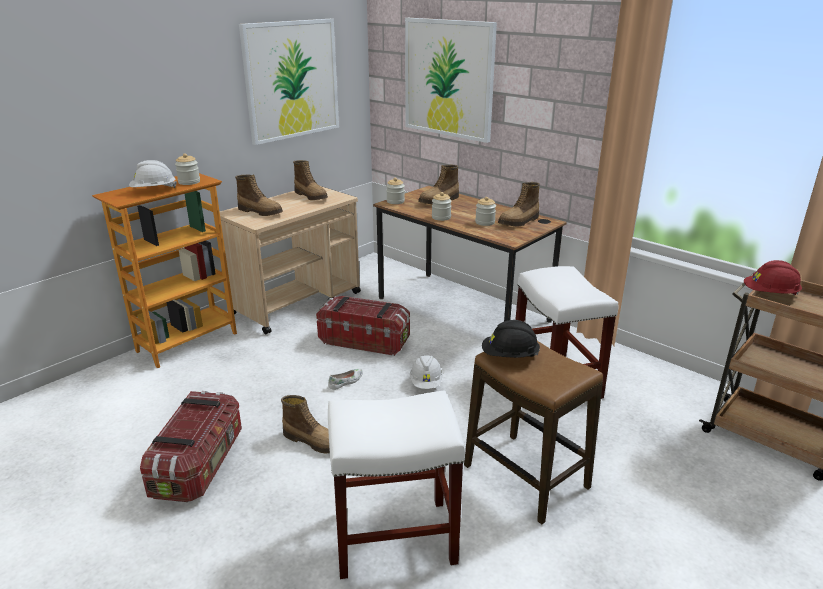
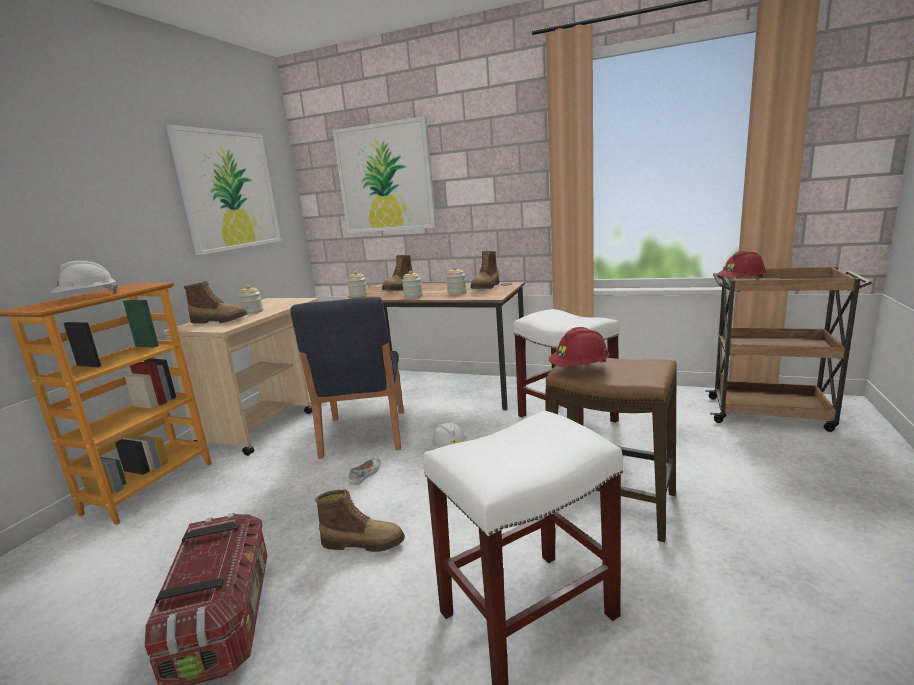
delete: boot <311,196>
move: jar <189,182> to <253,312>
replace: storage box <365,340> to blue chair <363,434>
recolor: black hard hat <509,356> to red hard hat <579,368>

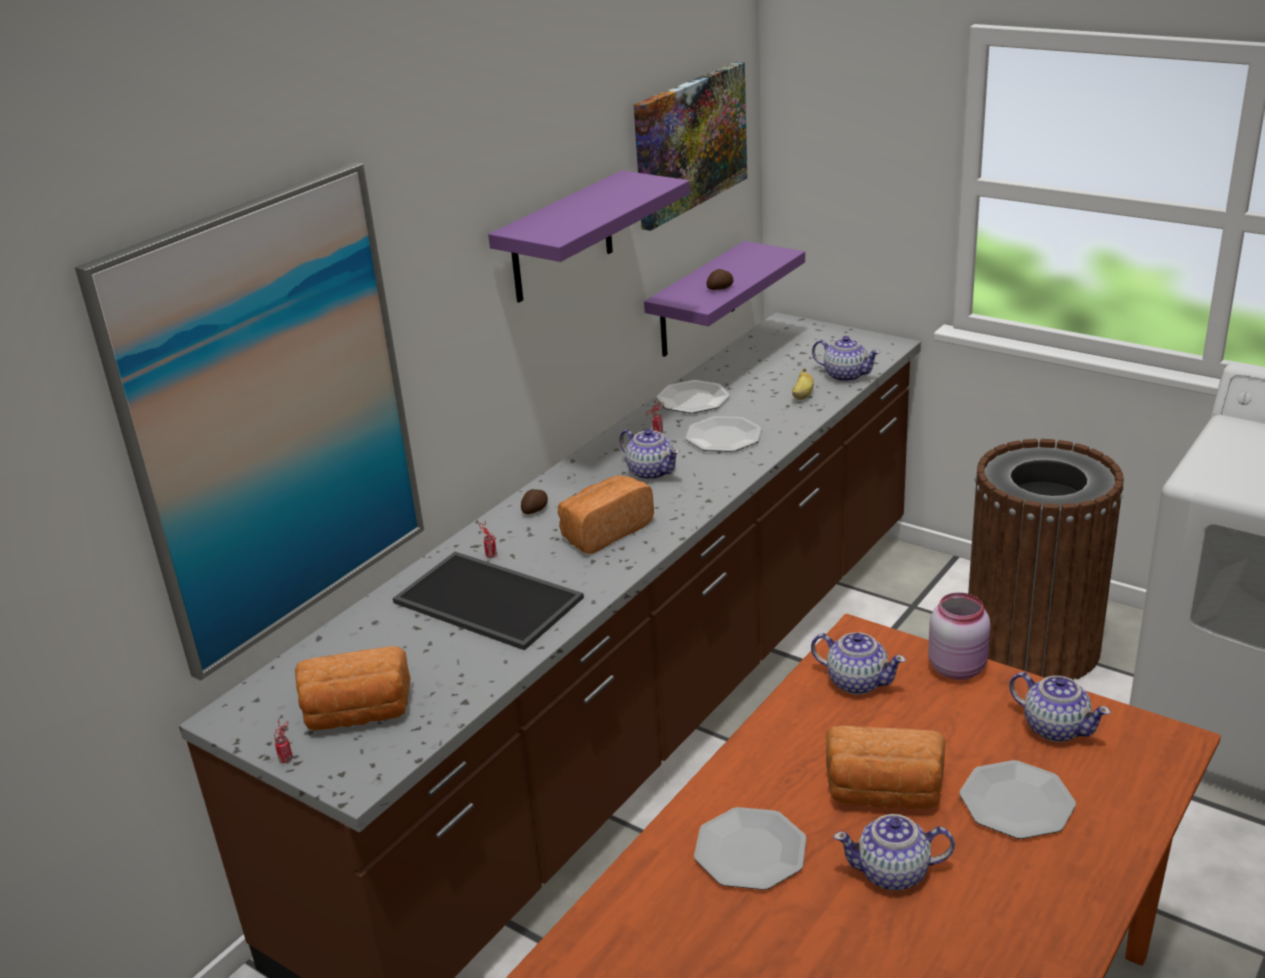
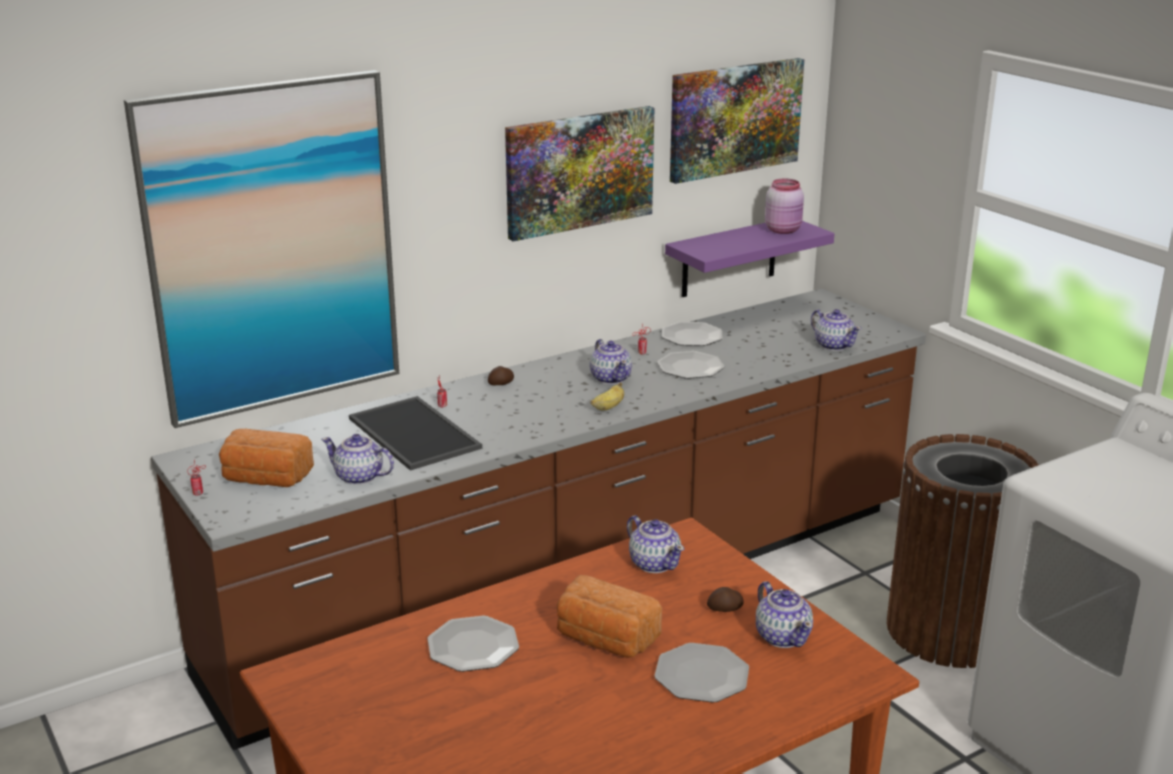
delete: bread <604,531>
move: potato <720,288> to <725,609>; banana <802,396> to <608,407>; teapot <893,873> to <359,477>; pink jar <958,667> to <784,230>
replace: purple shelf <562,238> to picture <579,171>

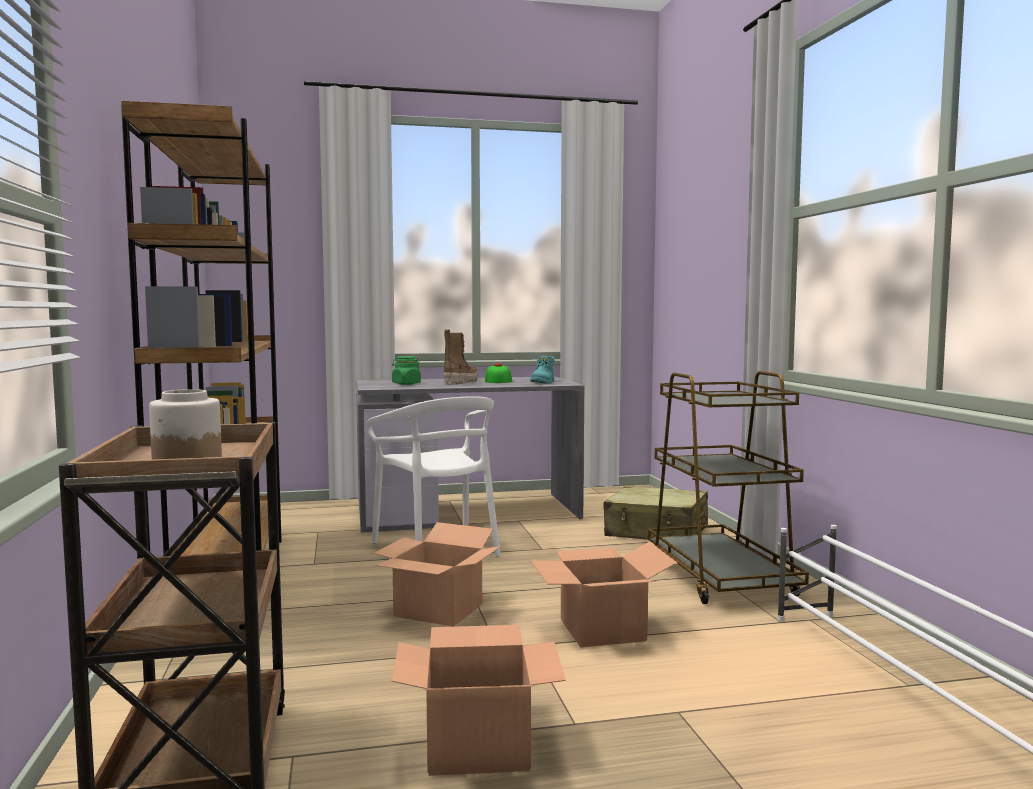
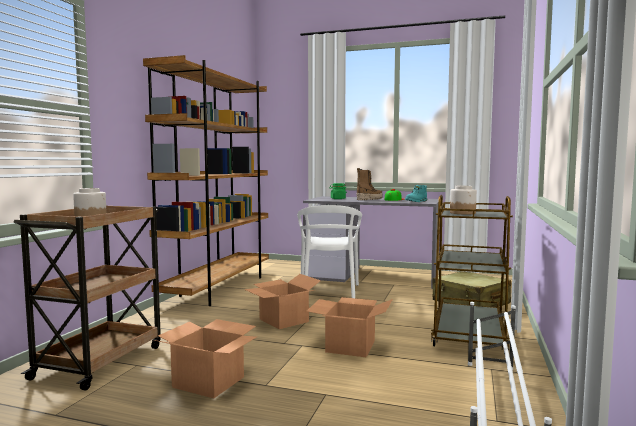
insert: jar <462,213>

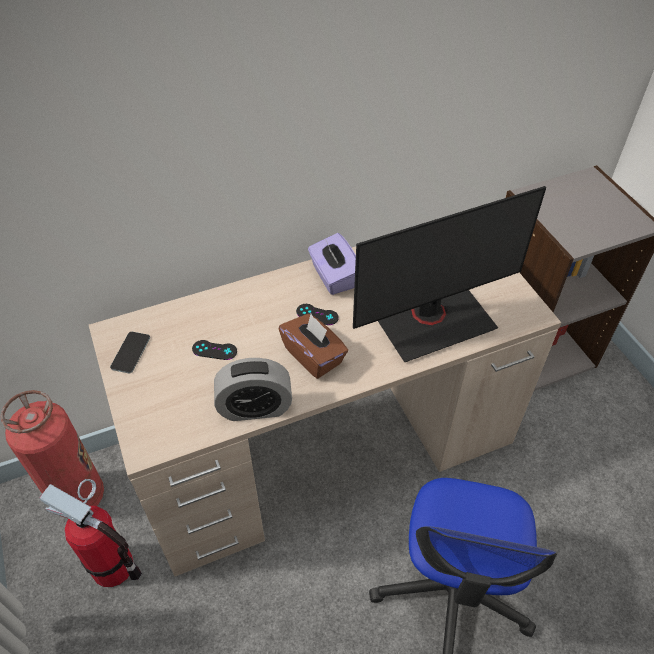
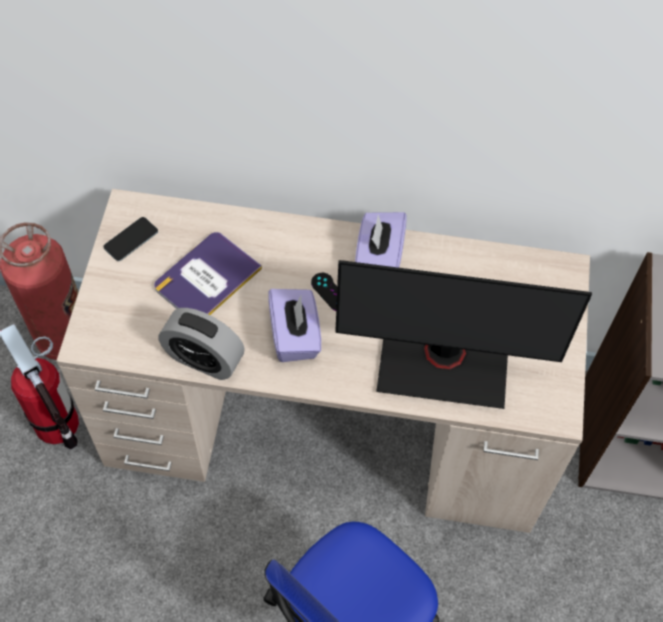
replace: black game controller <214,350> to book <207,278>
recolor: brown tissue box <314,356> to purple tissue box <295,336>

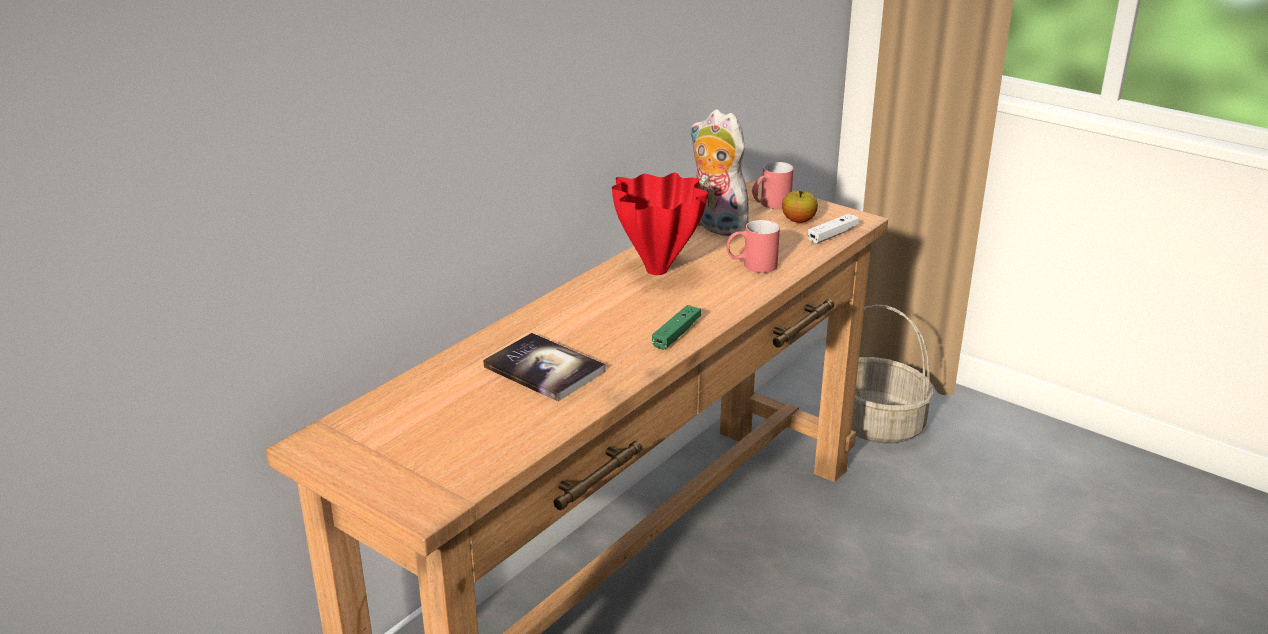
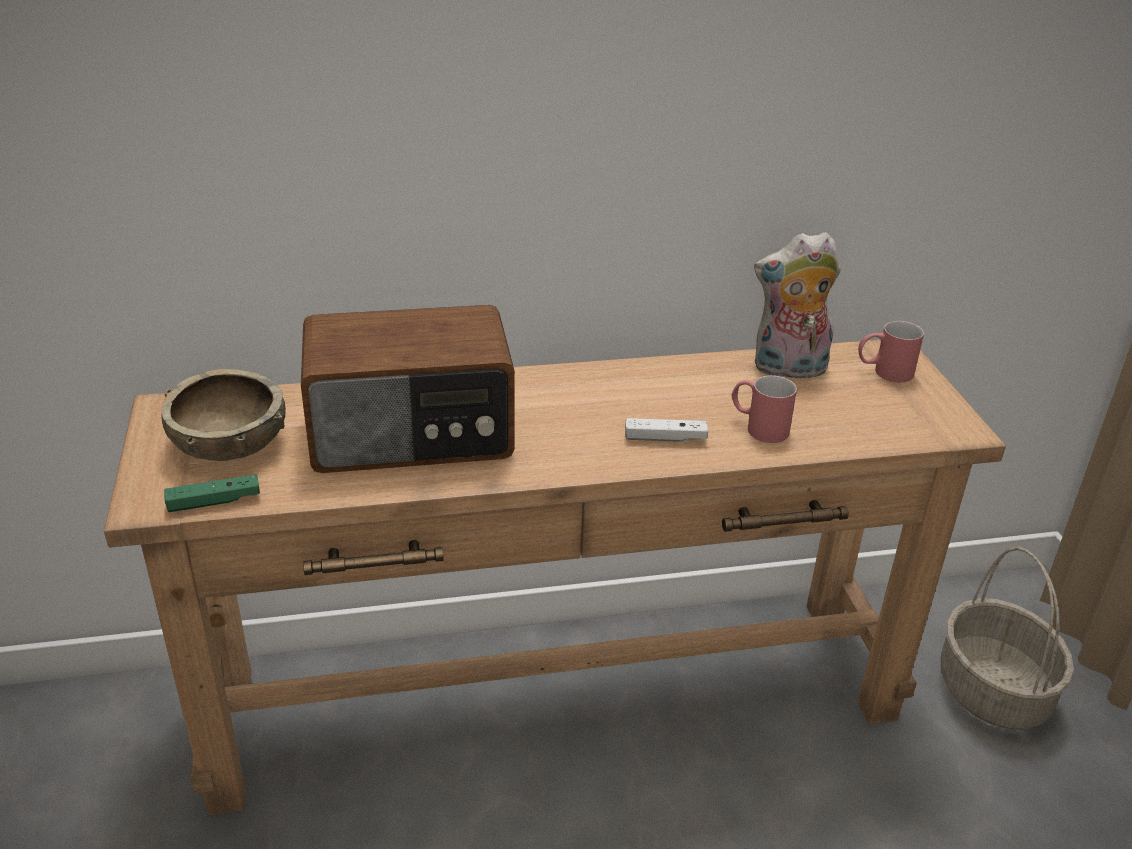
delete: red vase <658,271>; apple <798,220>
insert: brown bowl <229,444>
move: green game controller <676,334> to <214,502>; white game controller <832,235> to <665,438>
replace: book <544,369> to radio <412,434>
rotate: plush toy <715,226> = <788,369> 90 degrees counterclockwise

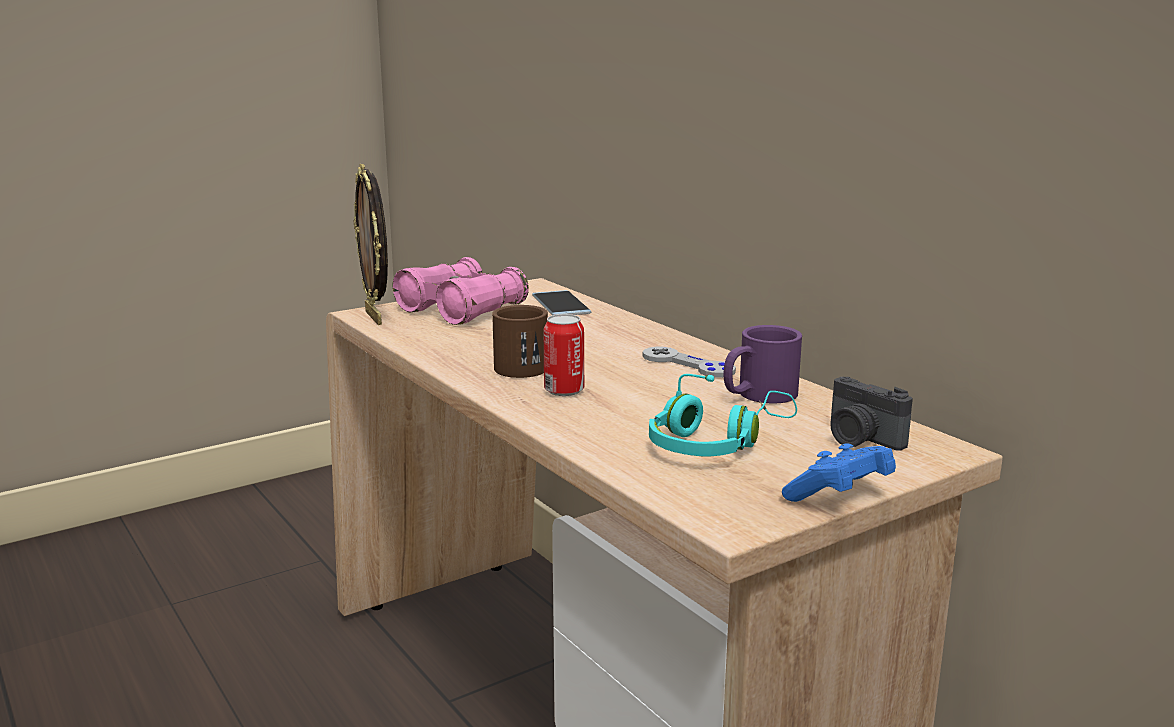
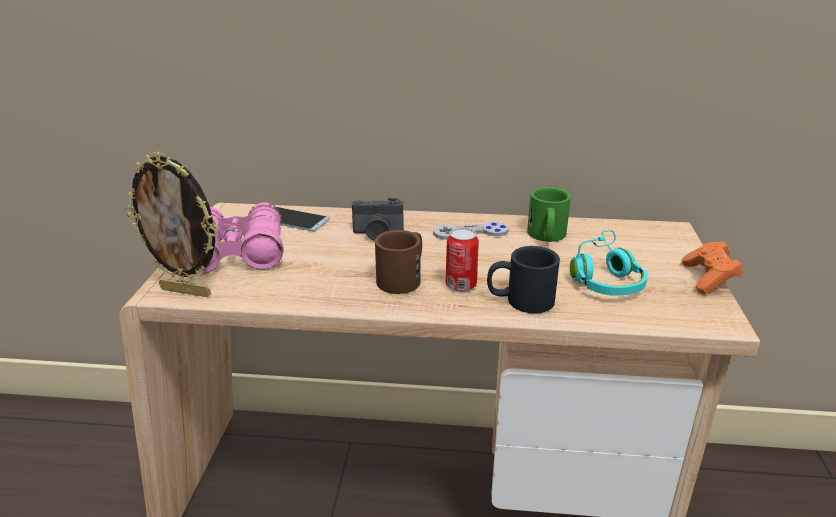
insert: black mug <520,300>
move: photo camera <860,440> to <378,234>
recolor: purple mug <758,396> to green mug <546,237>; blue game controller <839,496> to orange game controller <708,279>

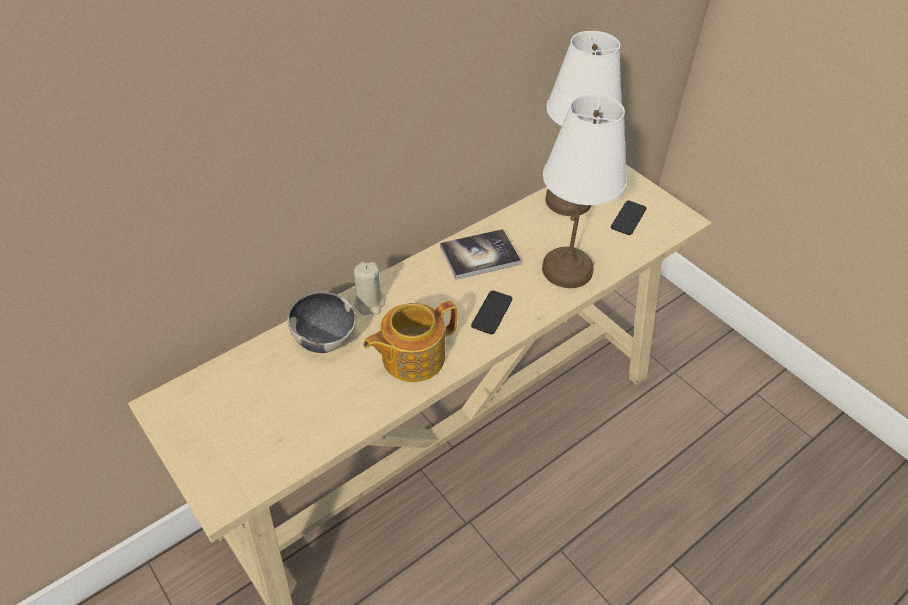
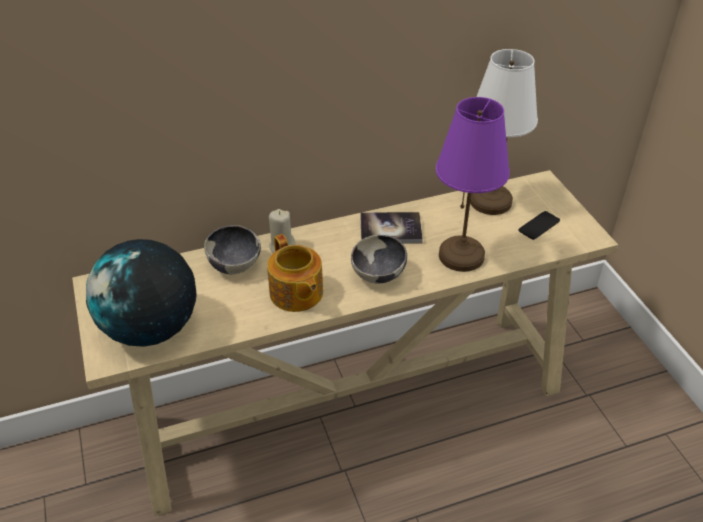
insert: globe <151,329>
replace: phone <492,312> to bowl <379,275>
recolor: white table lamp <567,269> to purple table lamp <461,255>
rotate: teapot <411,357> = <296,294> 105 degrees counterclockwise

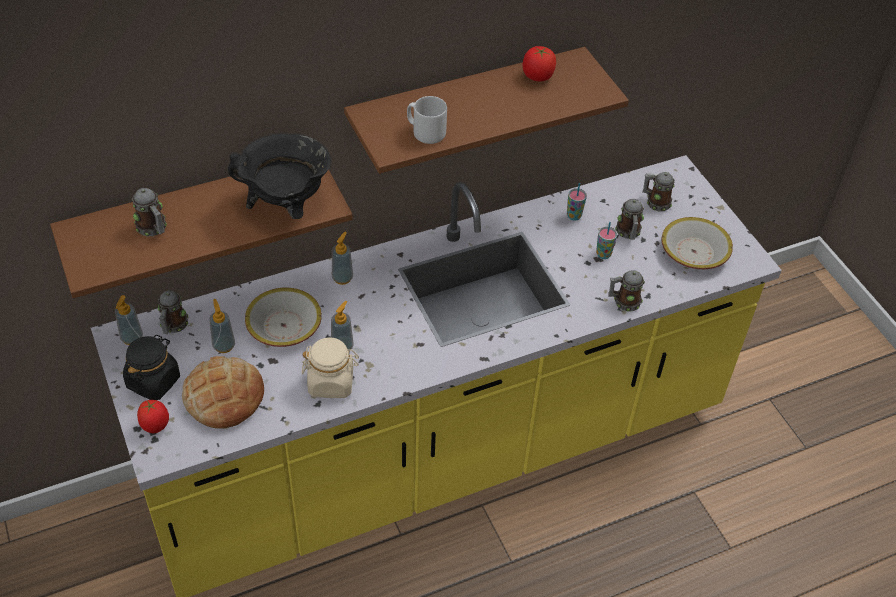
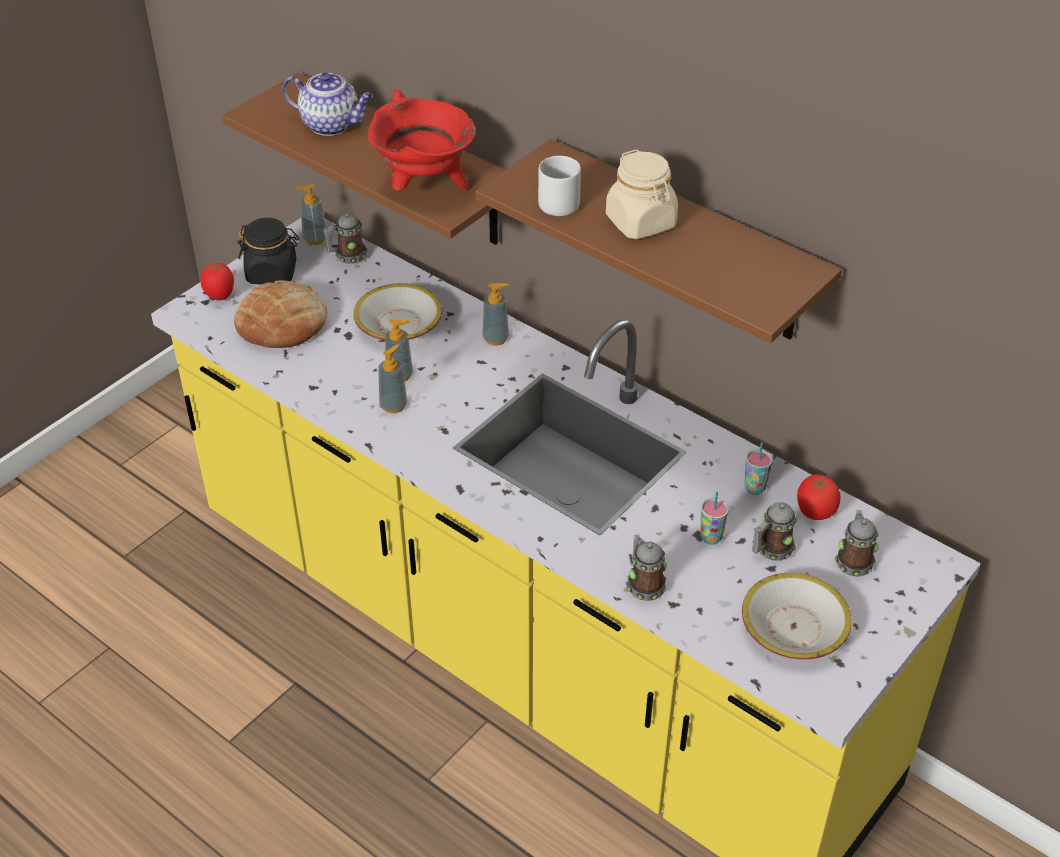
move: soap dispenser <224,345> to <393,405>; beige jar <331,382> to <641,222>; tomato <537,77> to <815,511>
replace: mug <153,229> to teapot <332,125>
recolor: black cooking pot <286,206> to red cooking pot <424,186>

